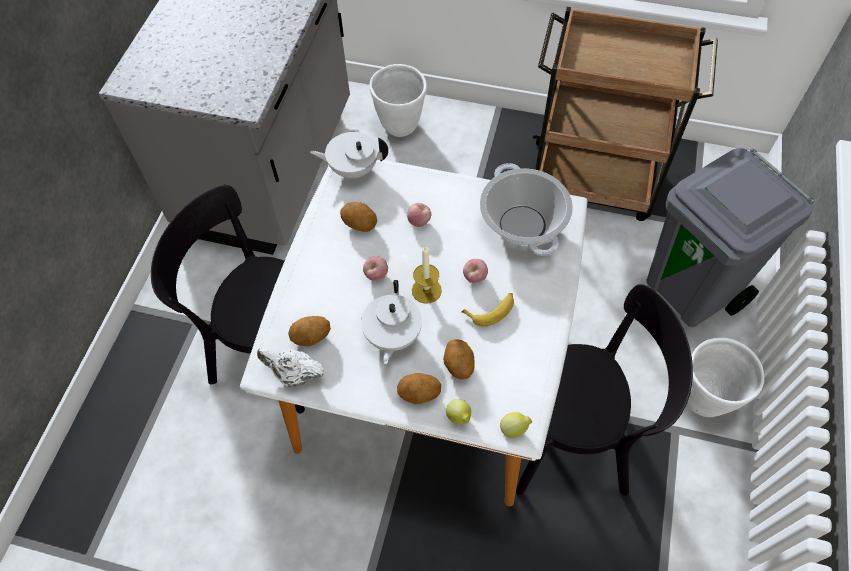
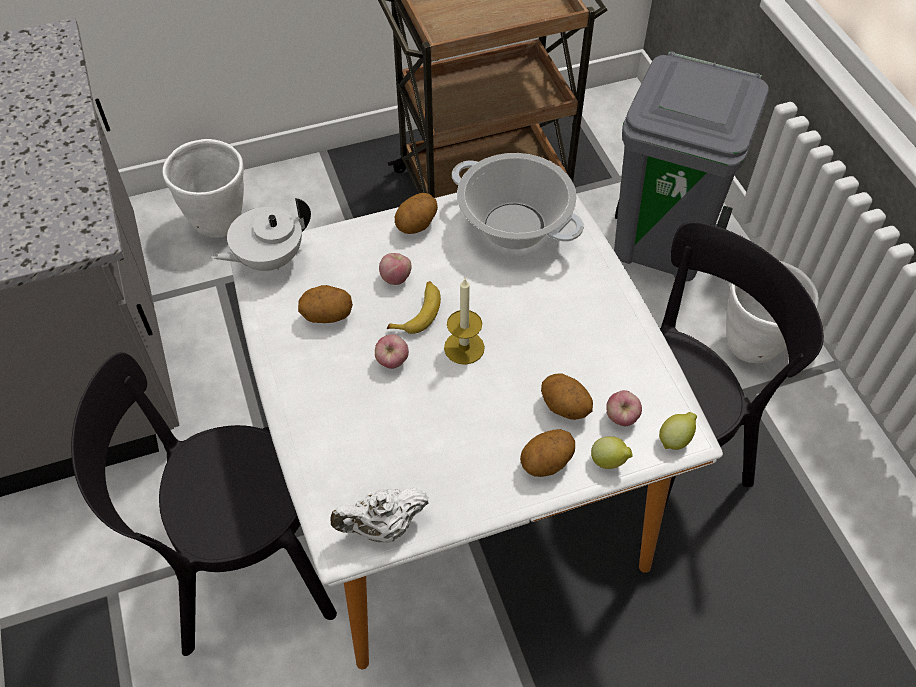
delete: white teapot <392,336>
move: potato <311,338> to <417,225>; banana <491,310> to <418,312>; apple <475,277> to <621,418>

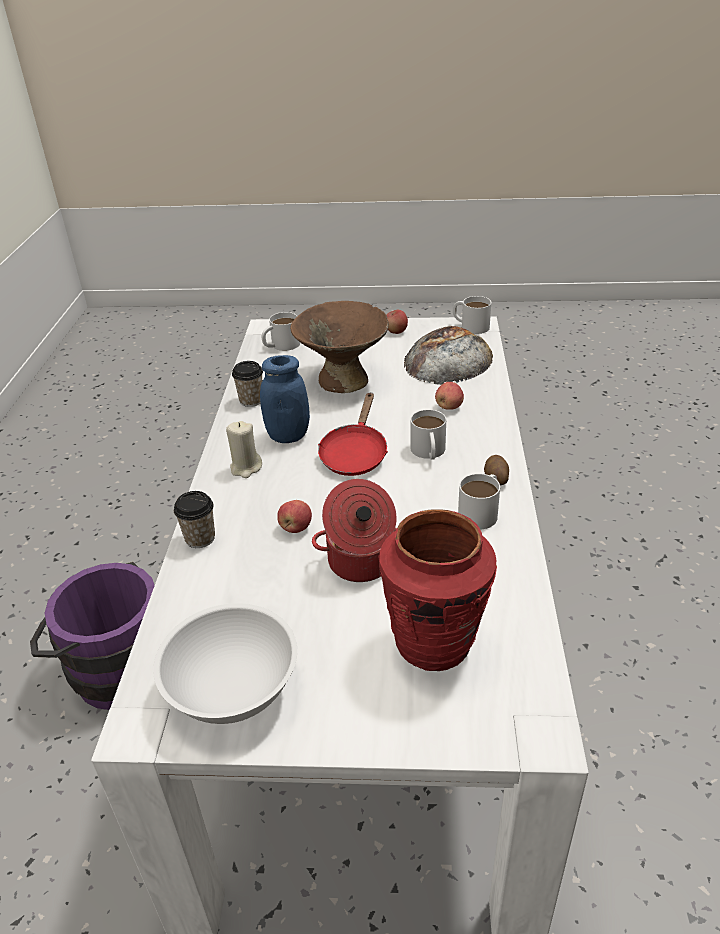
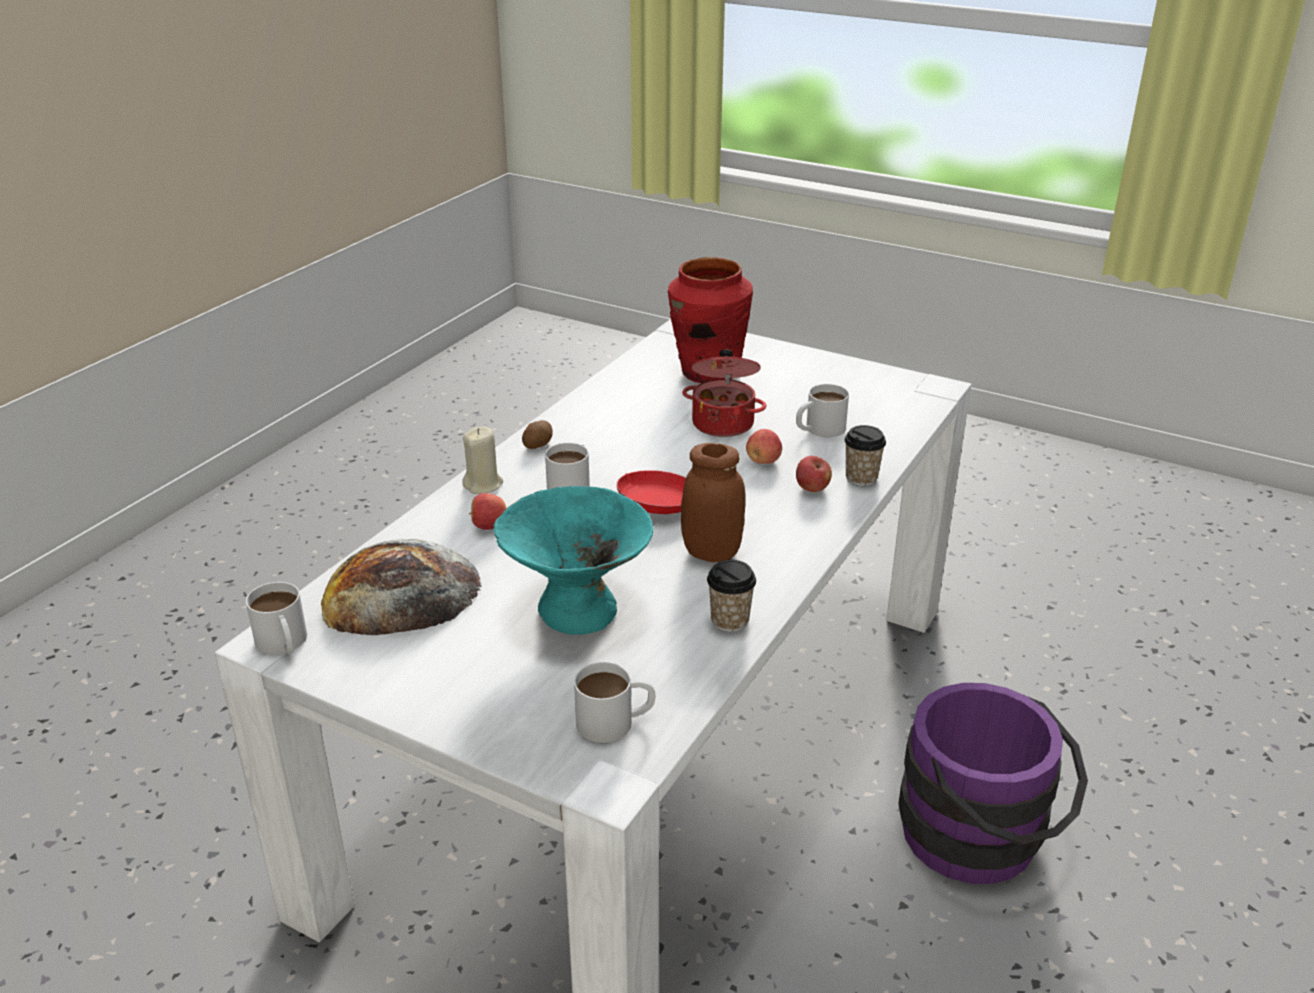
delete: white bowl <233,688>
move: beige candle <246,468> to <483,485>; apple <396,331> to <812,489>; white mug <481,511> to <819,429>
recolor: blue jar <288,435> to brown jar <711,552>; brown bowl <343,380> to turquoise bowl <576,610>

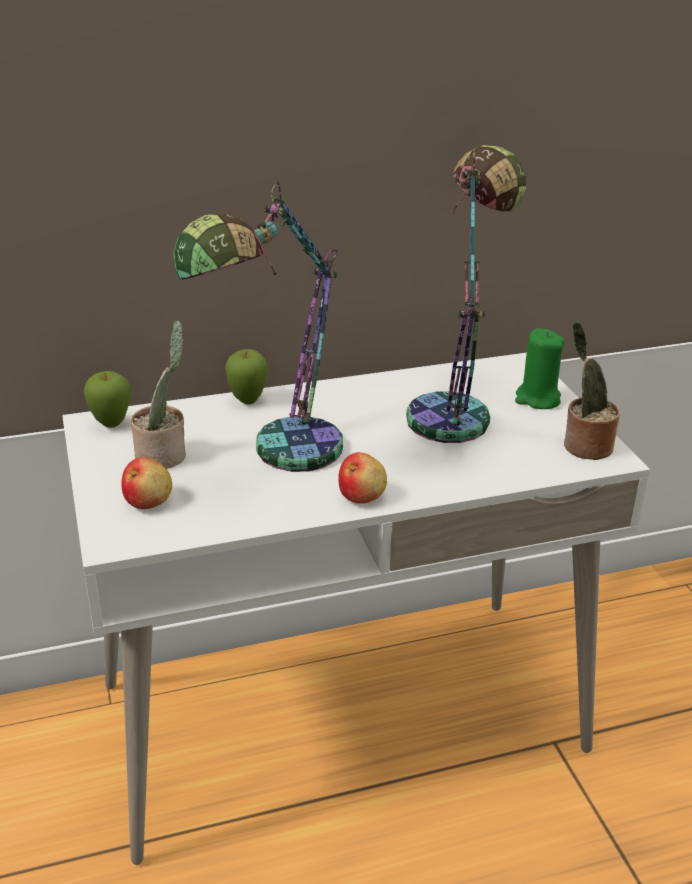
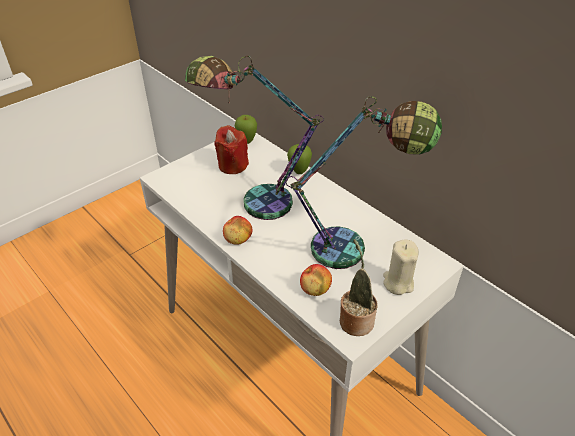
move: apple <148,501> to <315,289>
replace: potted plant <164,455> to red candle <232,165>
recolor: green candle <537,399> to beige candle <398,283>

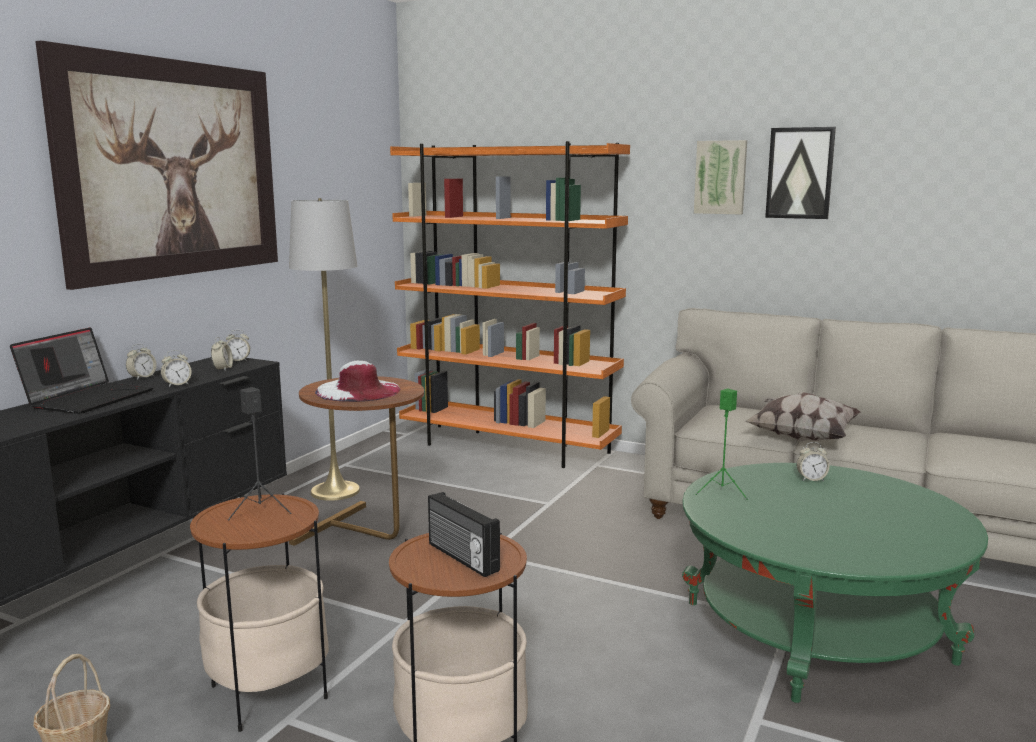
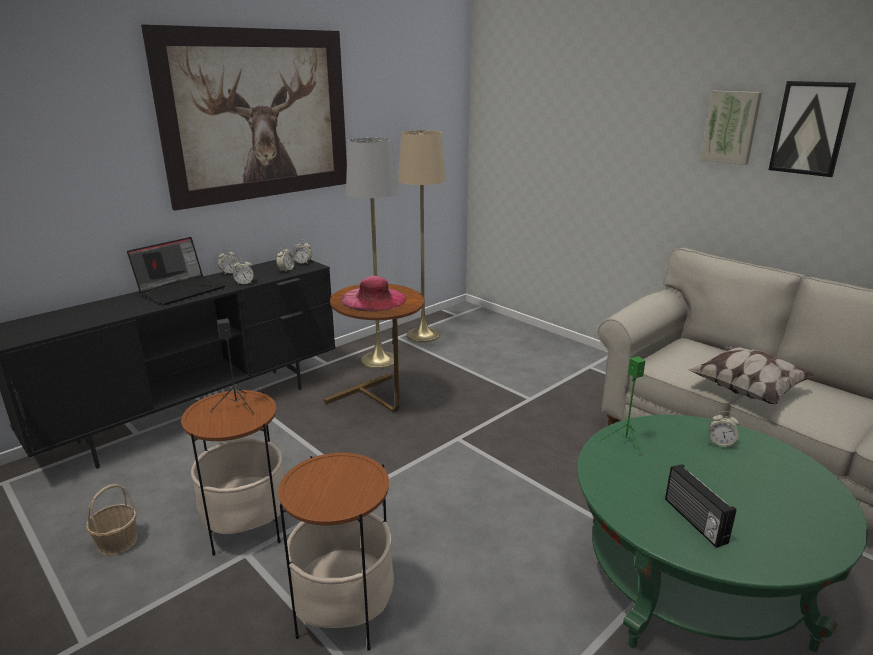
delete: orange bookcase <508,447>
insert: beige floor lamp <423,335>
move: radio <461,557> to <693,521>
recolor: white hat <358,390> to pink hat <374,299>

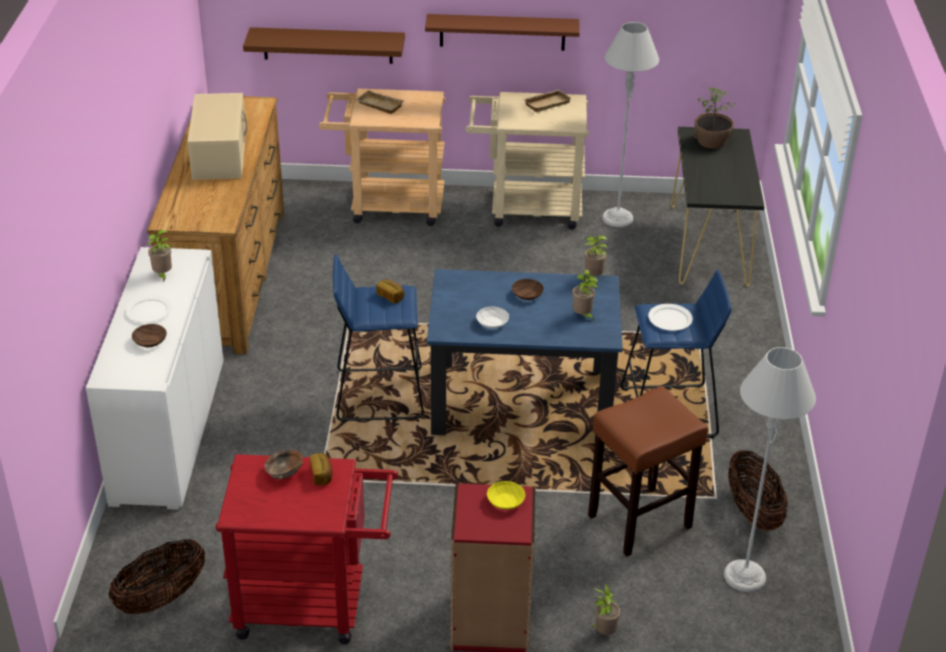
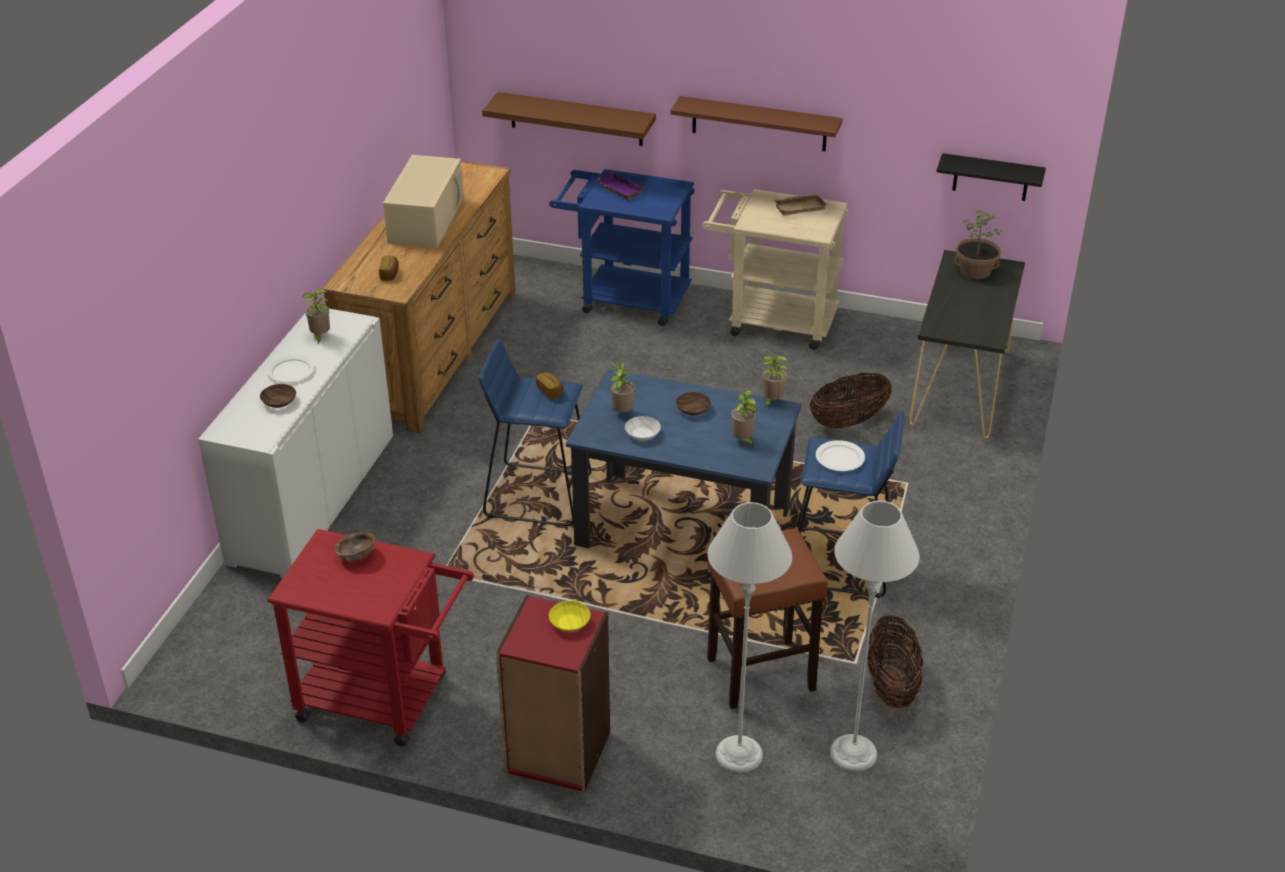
insert: black shelf <991,177>
move: basket <161,598> to <848,421>; bread <322,475> to <390,274>; potted plant <604,632> to <622,412>; grey floor lamp <617,218> to <738,754>
recolor: beige cart <387,205> to blue cart <625,298>; beige tray <378,105> to purple tray <618,189>

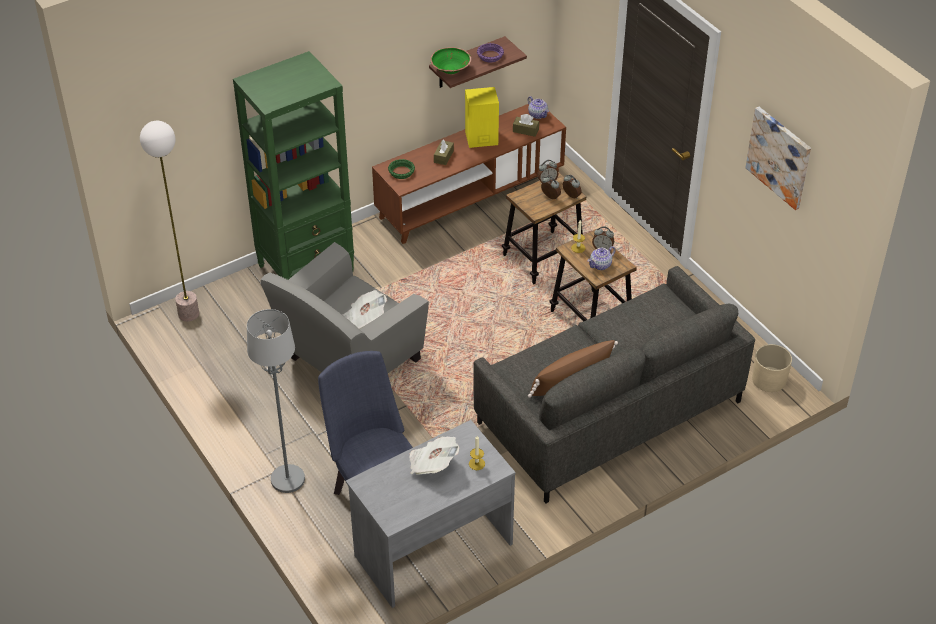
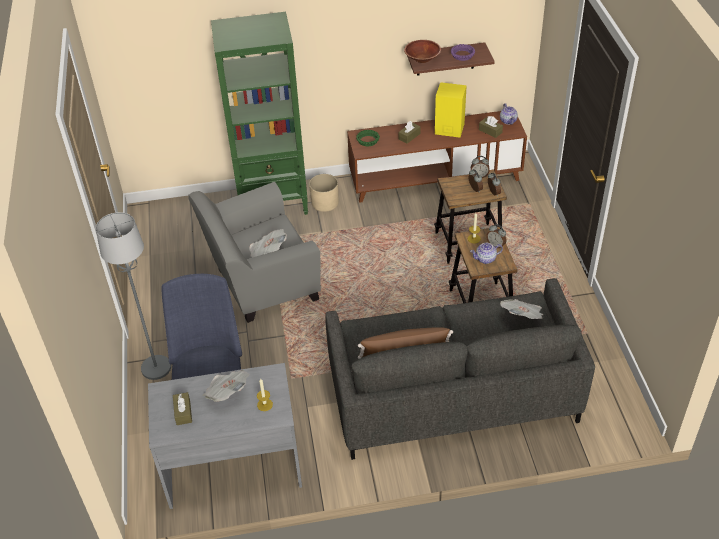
delete: floor lamp <188,314>; picture <779,157>
insert: brown tissue box <183,412>; newspaper <522,316>
move: beige planter <769,379> to <325,202>
recolor: green bowl <451,69> to brown bowl <422,59>

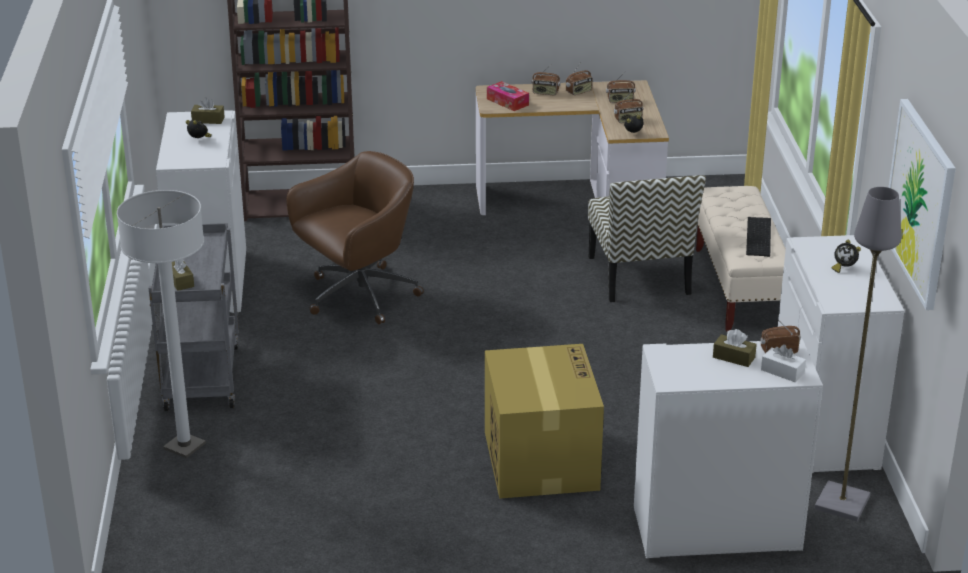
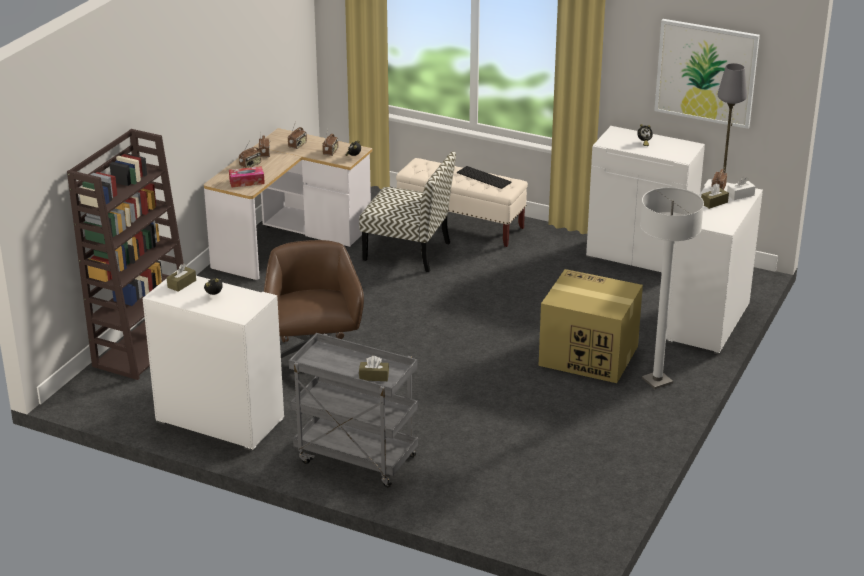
move: white floor lamp <184,446> to <657,381>

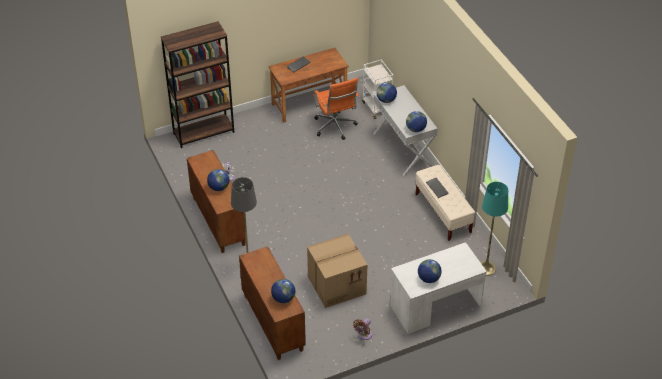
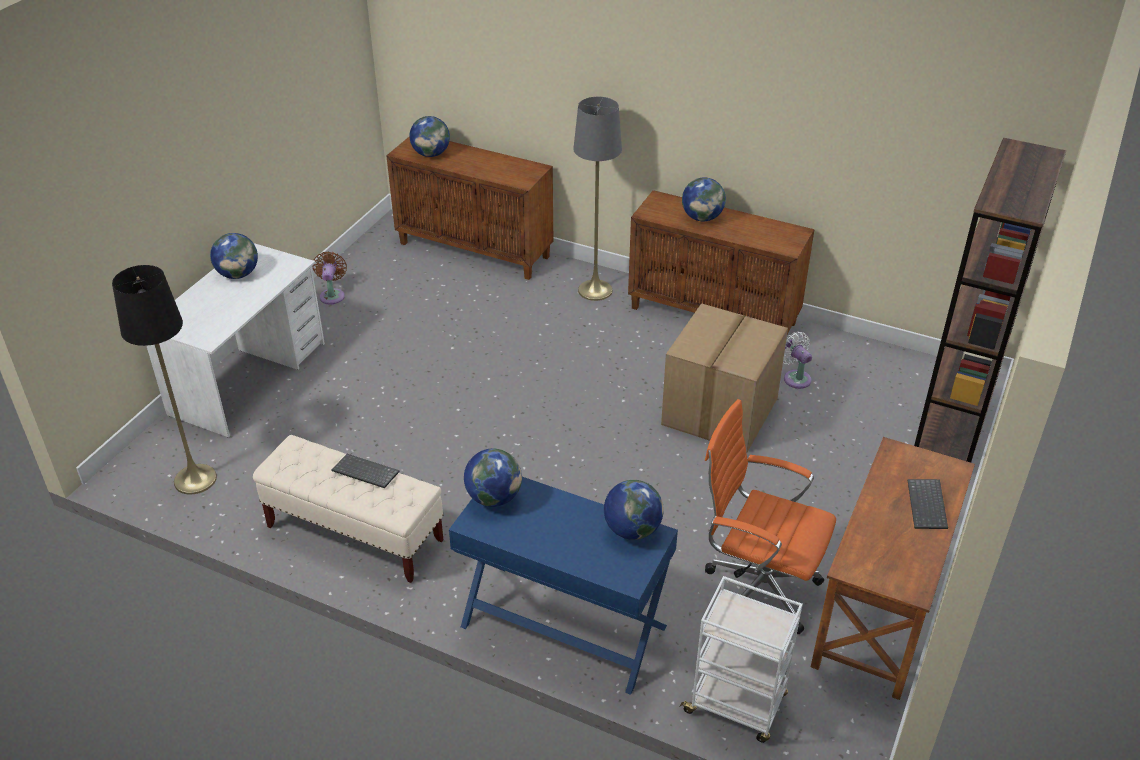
move: cardboard box <337,284> to <721,412>
recolor: white console table <403,150> to blue console table <563,627>; turquoise floor lamp <486,268> to black floor lamp <195,479>

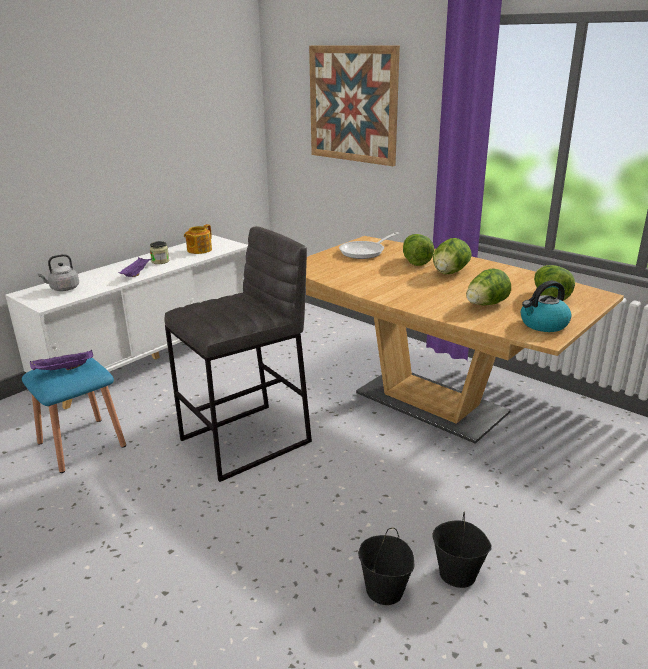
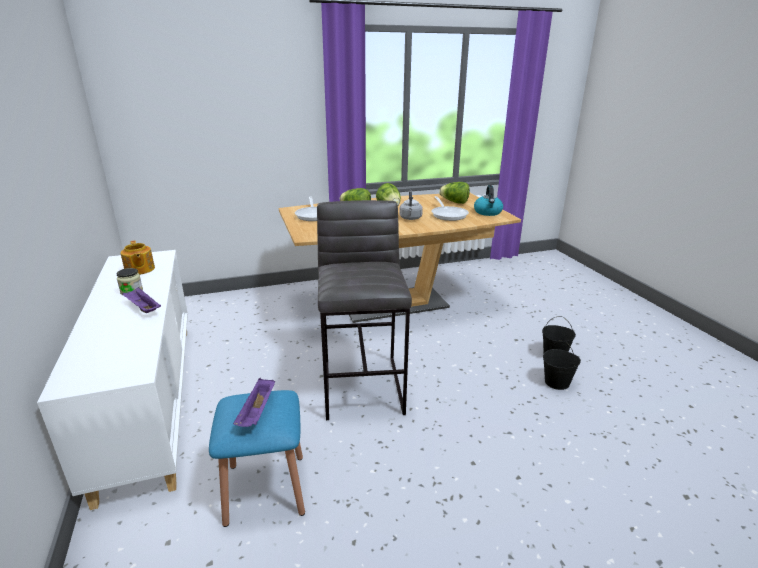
delete: picture <353,104>
move: grey kettle <63,289> to <410,218>
replace: lettuce <485,305> to frying pan <448,214>

